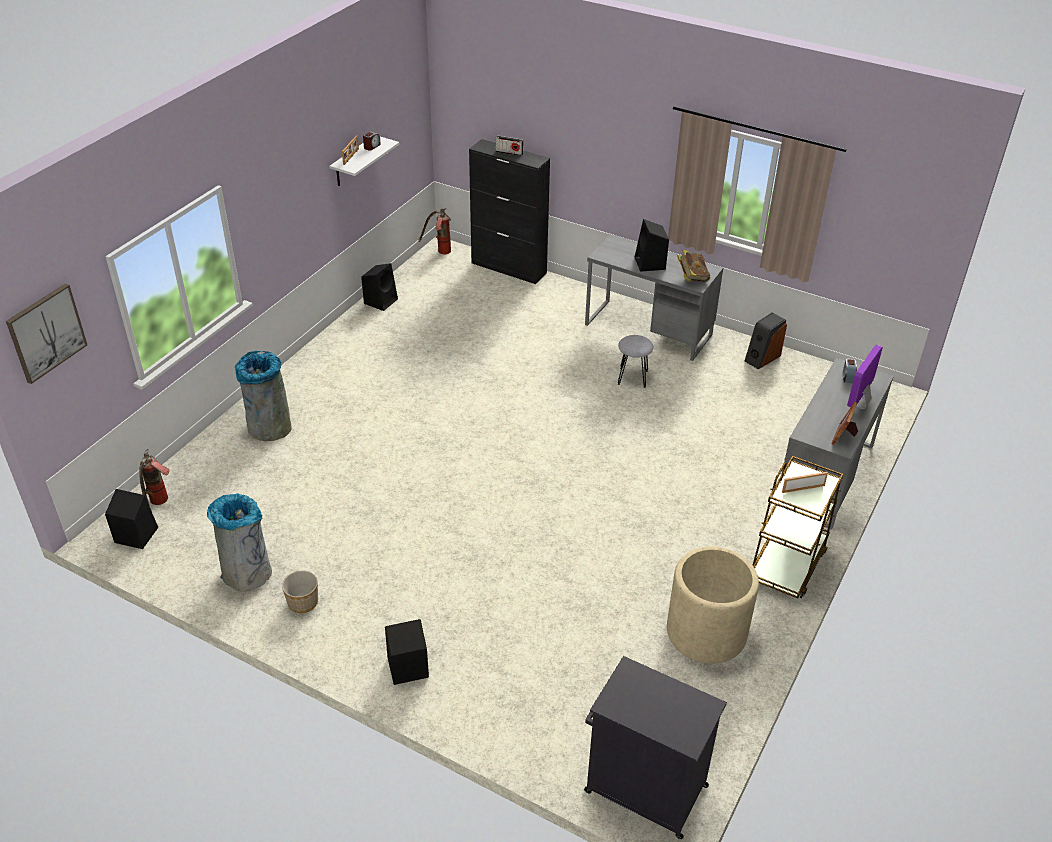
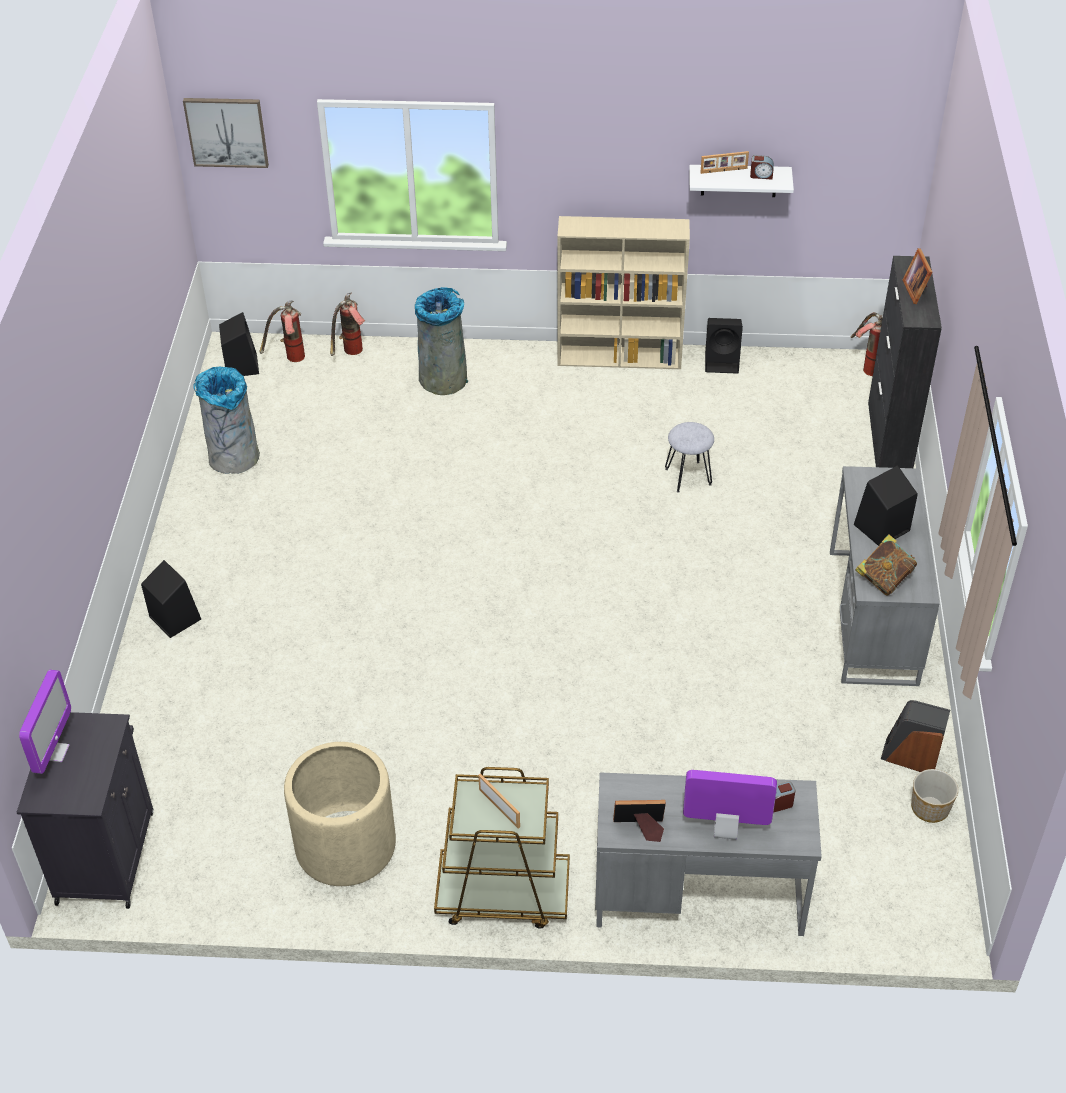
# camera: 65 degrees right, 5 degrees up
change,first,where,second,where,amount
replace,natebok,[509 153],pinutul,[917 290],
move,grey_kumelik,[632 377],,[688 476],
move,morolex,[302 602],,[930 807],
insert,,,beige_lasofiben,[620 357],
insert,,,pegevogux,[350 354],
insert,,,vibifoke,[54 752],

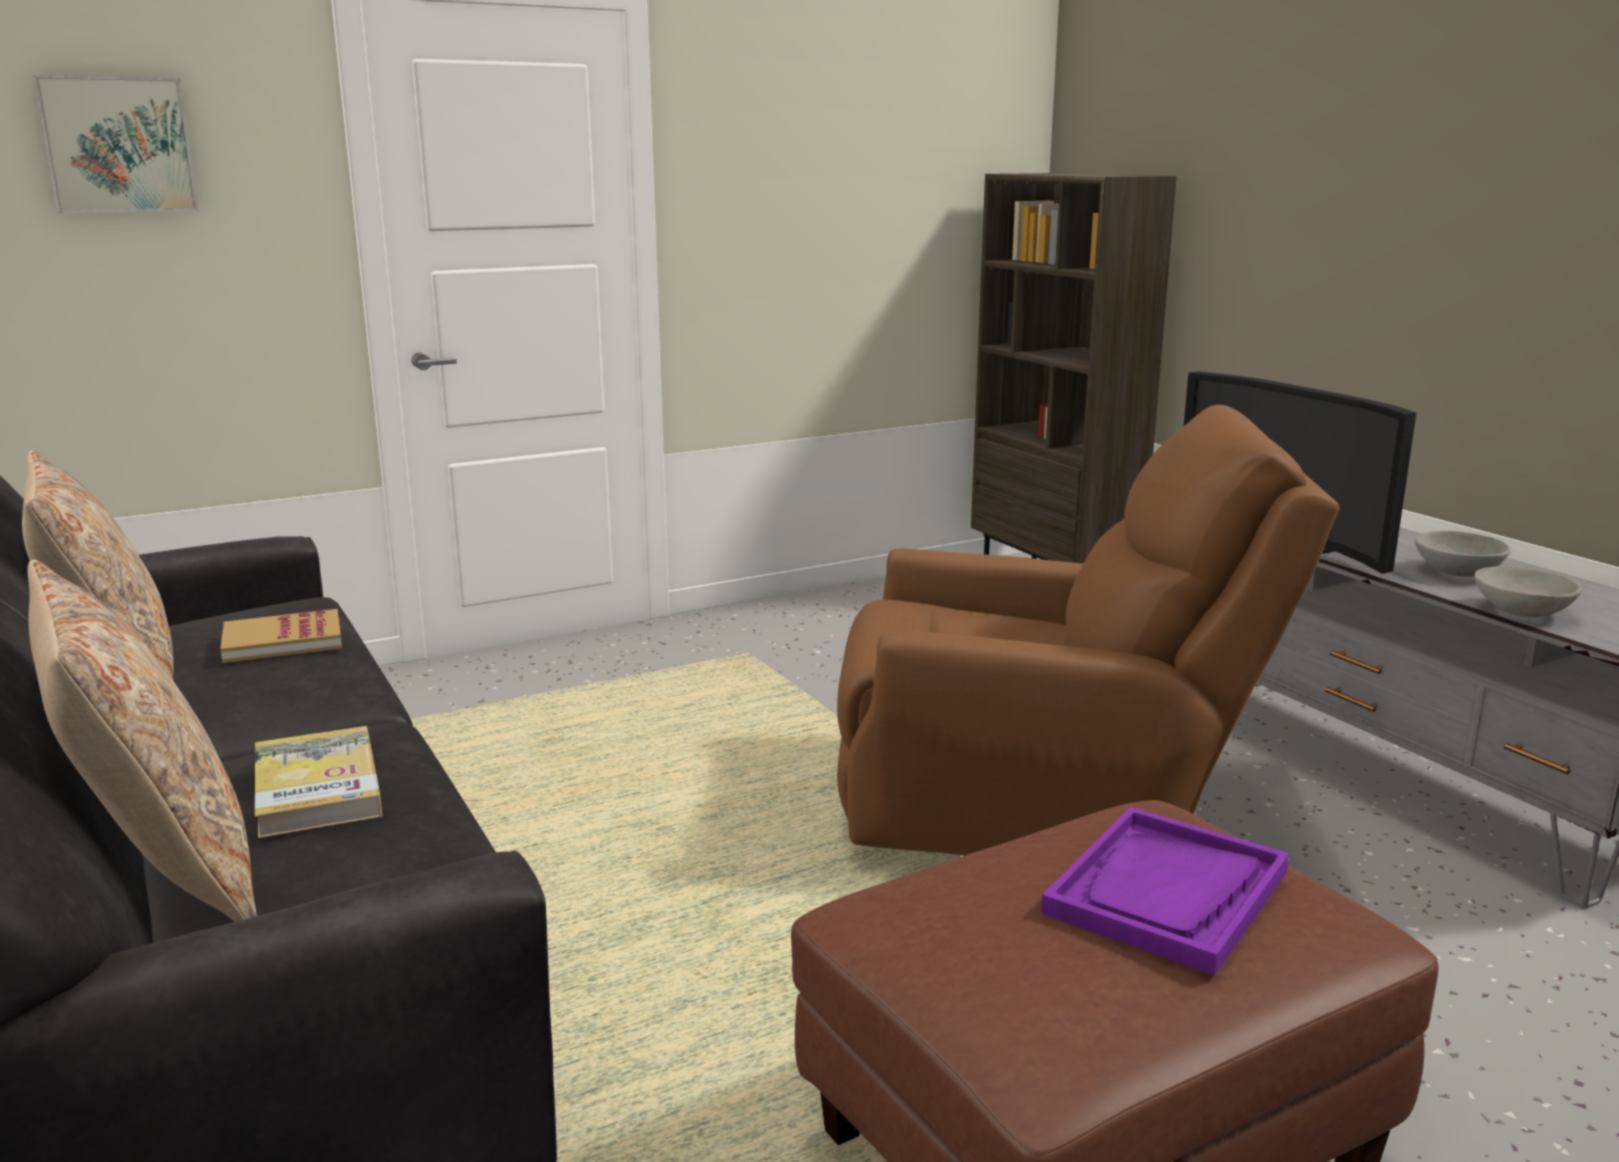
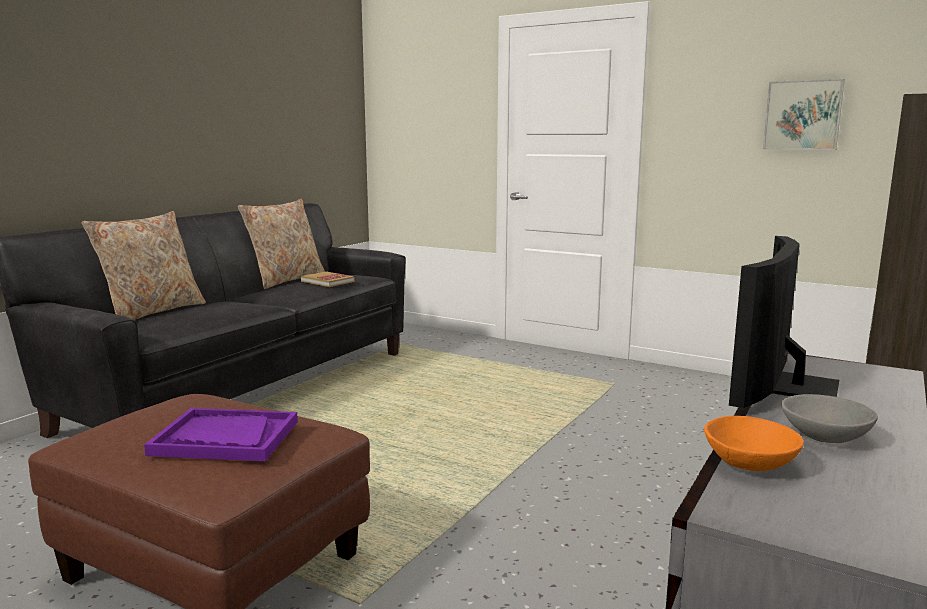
# camera: 60 degrees right, 5 degrees down
change,first,where,second,where,amount
move,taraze,[118 145],,[803 115],
delete,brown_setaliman,[1044 805],,,
recolor,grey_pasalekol,[1521 612],orange_pasalekol,[749 463],
delete,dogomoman,[317 788],,,

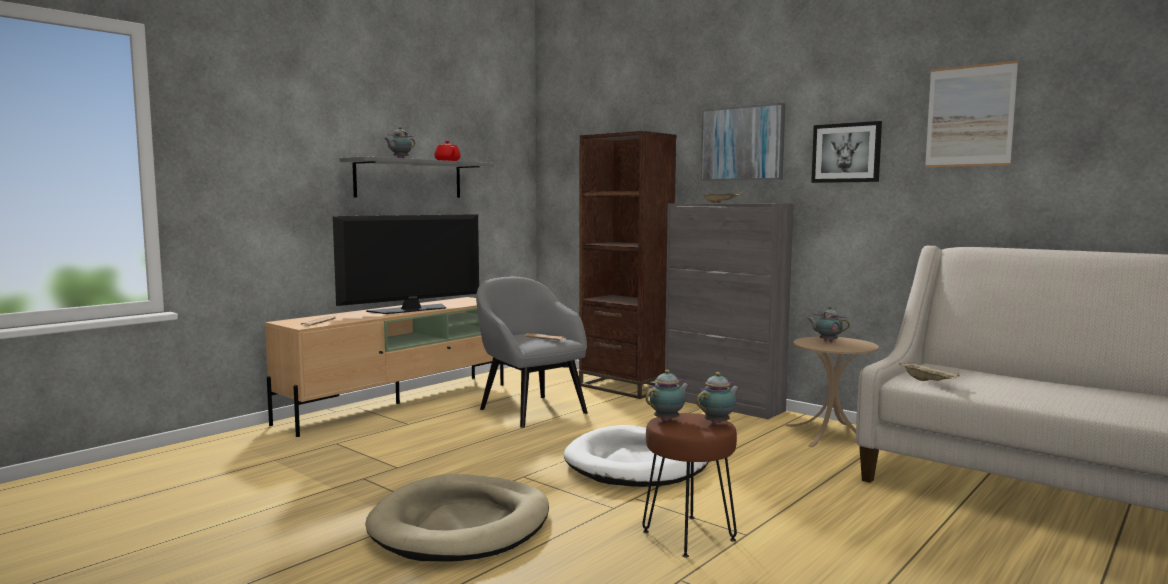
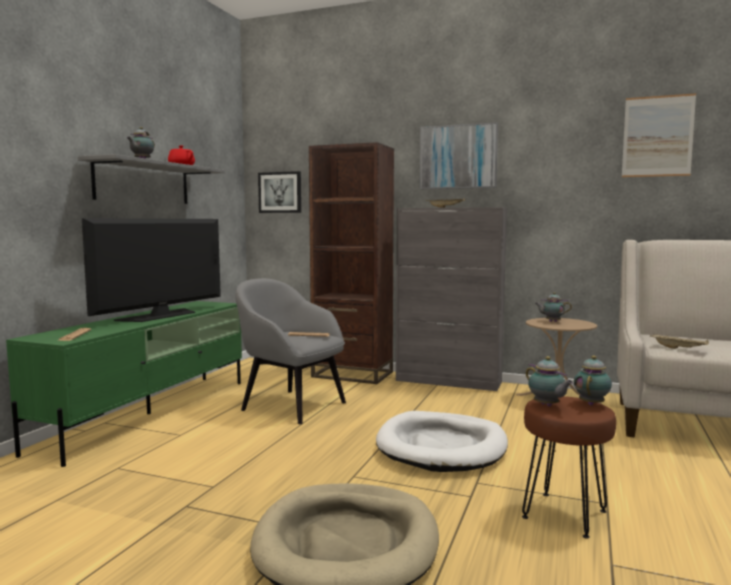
# camera: 20 degrees left, 0 degrees up
change,first,where,second,where,amount
move,taraze,[846 153],,[280 192],
recolor,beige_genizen,[399 403],green_genizen,[150 413],
rotate,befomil,[668 420],,[547 406],120 degrees clockwise

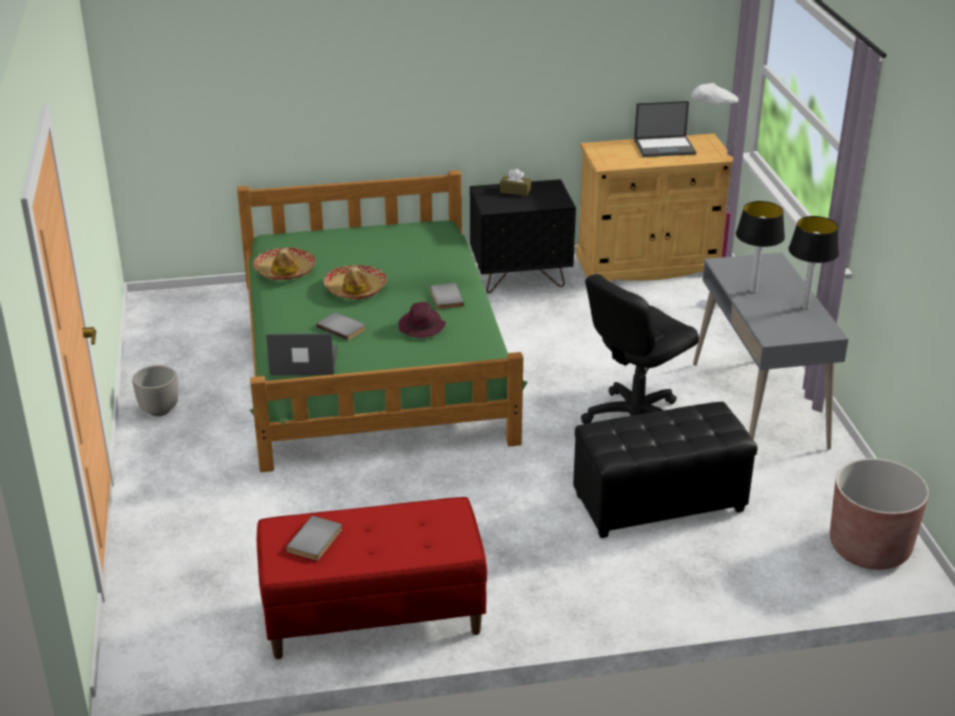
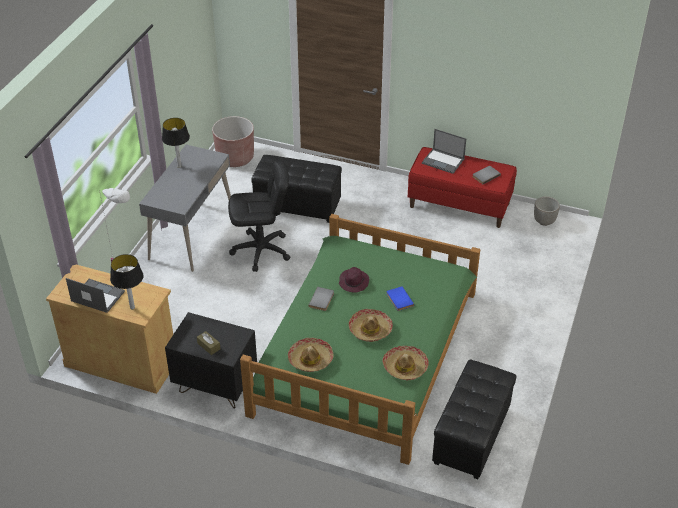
# camera: 150 degrees left, 10 degrees up
change,first,where,second,where,amount
move,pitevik,[753 290],,[132 308],
recolor,grey_dogomoman,[342 327],blue_dogomoman,[399 300],
move,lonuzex,[303 362],,[443 161],
move,morolex,[159 410],,[544 222],
insert,,,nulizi,[310 359],
insert,,,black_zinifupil,[472 436],

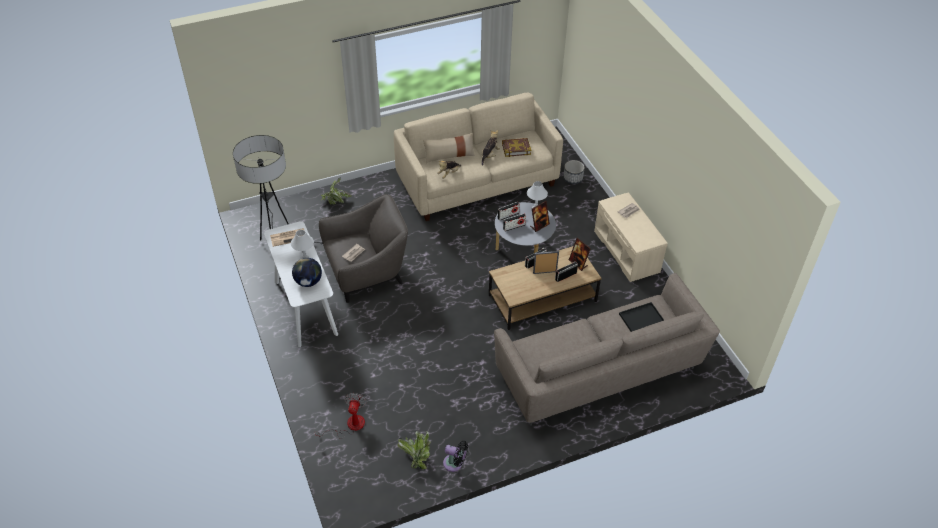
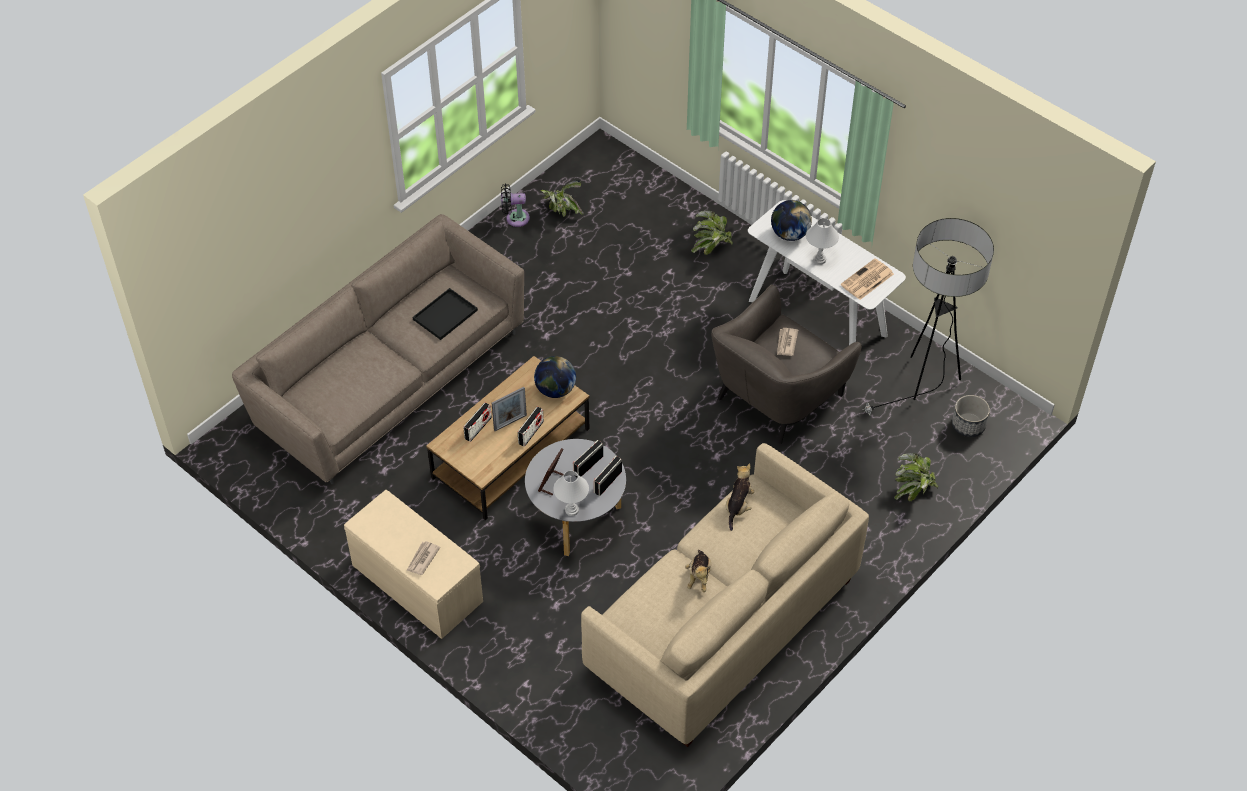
# camera: 155 degrees right, 5 degrees up
change,first,where,second,where,amount
delete,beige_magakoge,[449 155],,,
delete,dogomoman,[516 149],,,
move,morolex,[572 178],,[968 425],
delete,pinutul,[578 263],,,
move,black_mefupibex,[642 318],,[444 316],
delete,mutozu,[349 426],,,
insert,,,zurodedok,[711 245],
insert,,,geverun,[555 390],

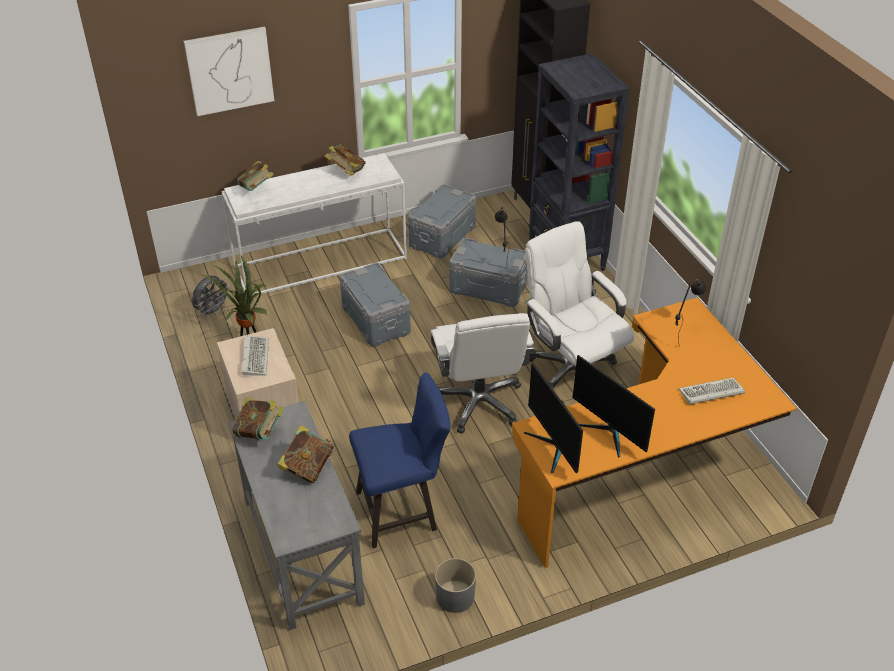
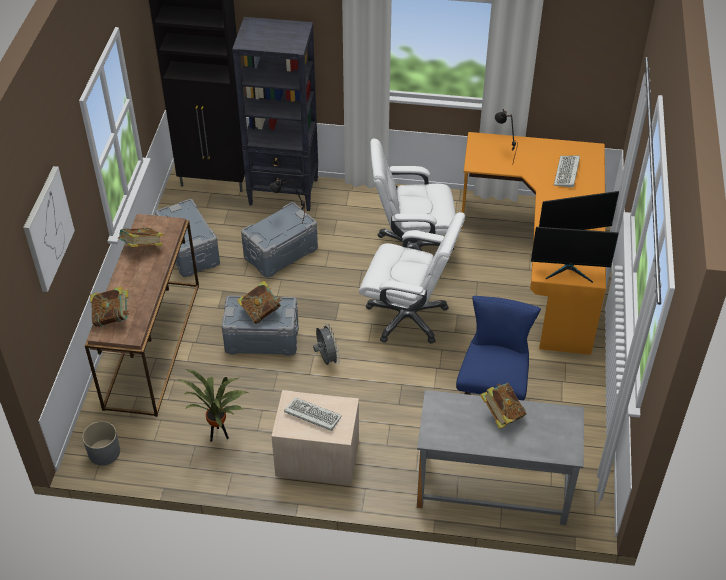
# camera: 60 degrees left, 5 degrees up
change,first,where,second,where,amount
recolor,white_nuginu,[321 262],brown_nuginu,[152 344],
move,grey_mutozu,[213 311],,[326 359],
move,dogomoman,[260 432],,[260 312],
move,grey_morolex,[455 596],,[104 452],

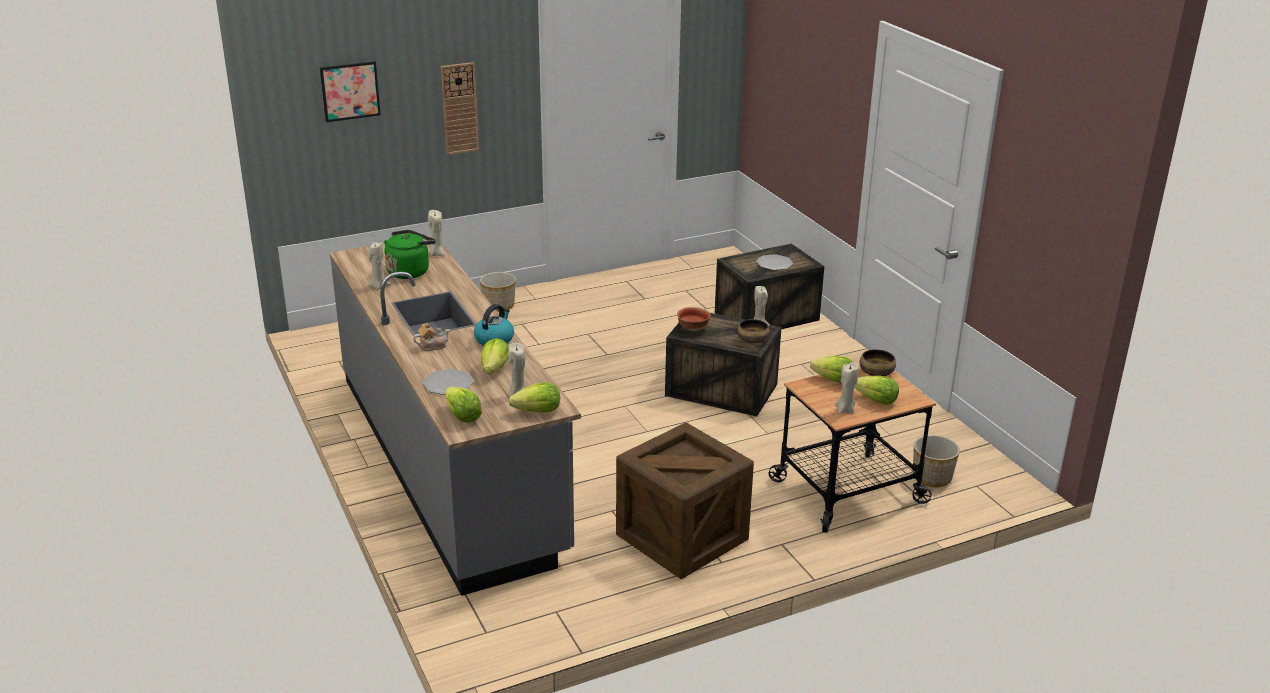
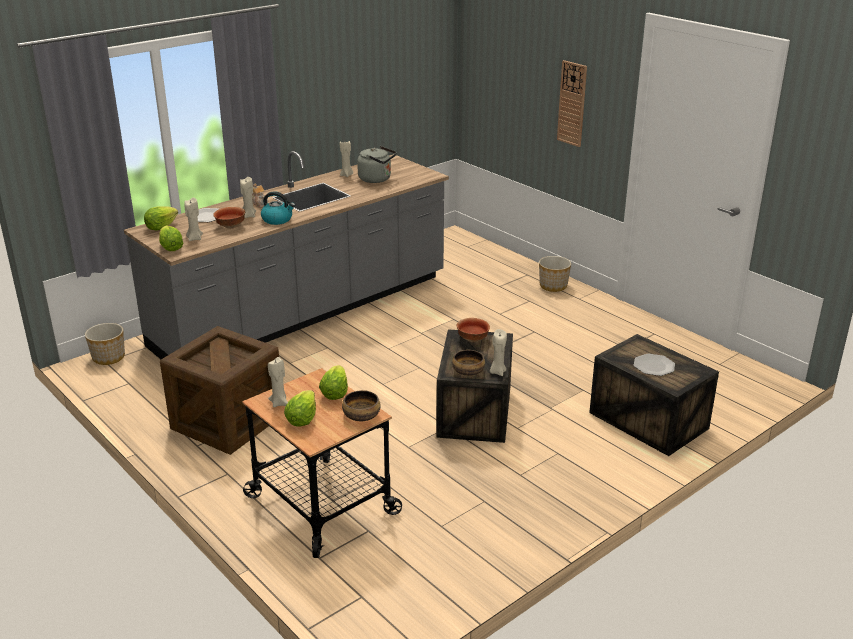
# camera: 75 degrees right, 0 degrees up
change,first,where,second,where,amount
delete,taraze,[350 91],,,
move,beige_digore,[437 254],,[248 216],
recolor,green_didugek,[410 271],grey_didugek,[377 179],
replace,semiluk,[495 369],pasalekol,[231 226],
move,morolex,[932 478],,[108 357],

